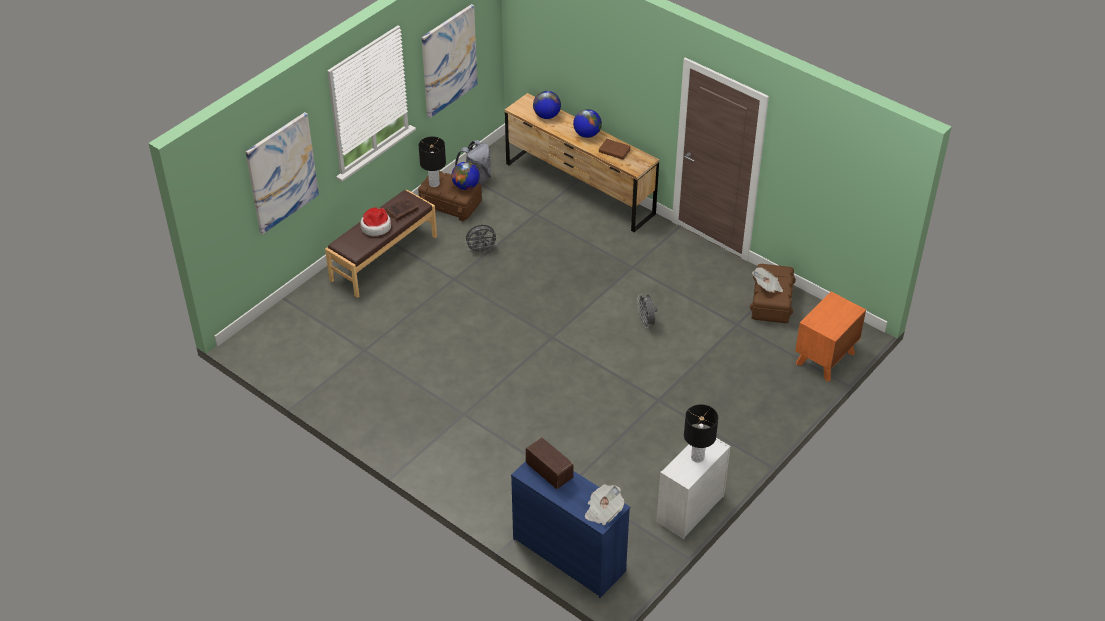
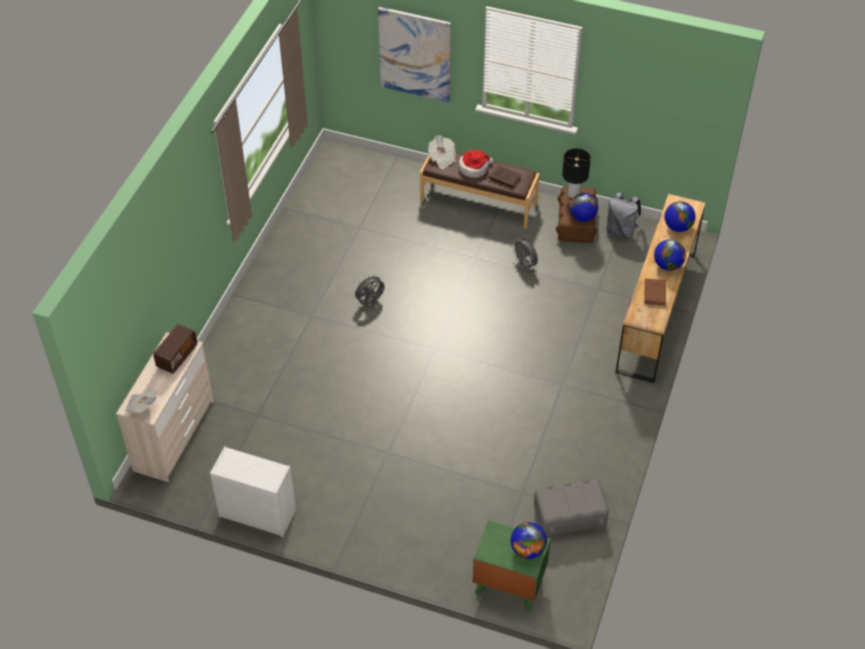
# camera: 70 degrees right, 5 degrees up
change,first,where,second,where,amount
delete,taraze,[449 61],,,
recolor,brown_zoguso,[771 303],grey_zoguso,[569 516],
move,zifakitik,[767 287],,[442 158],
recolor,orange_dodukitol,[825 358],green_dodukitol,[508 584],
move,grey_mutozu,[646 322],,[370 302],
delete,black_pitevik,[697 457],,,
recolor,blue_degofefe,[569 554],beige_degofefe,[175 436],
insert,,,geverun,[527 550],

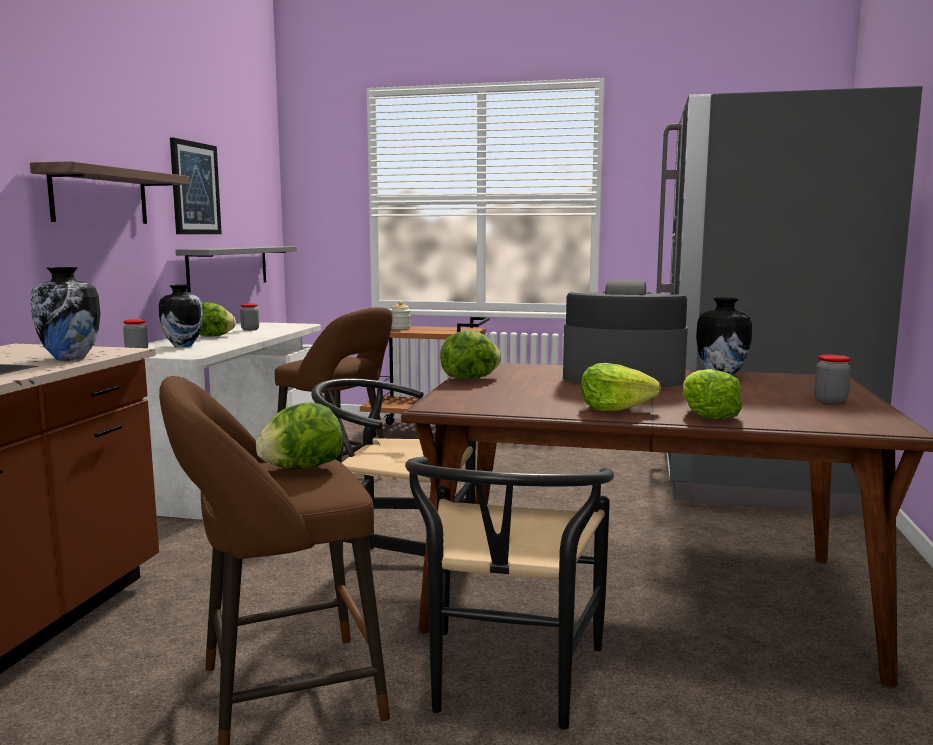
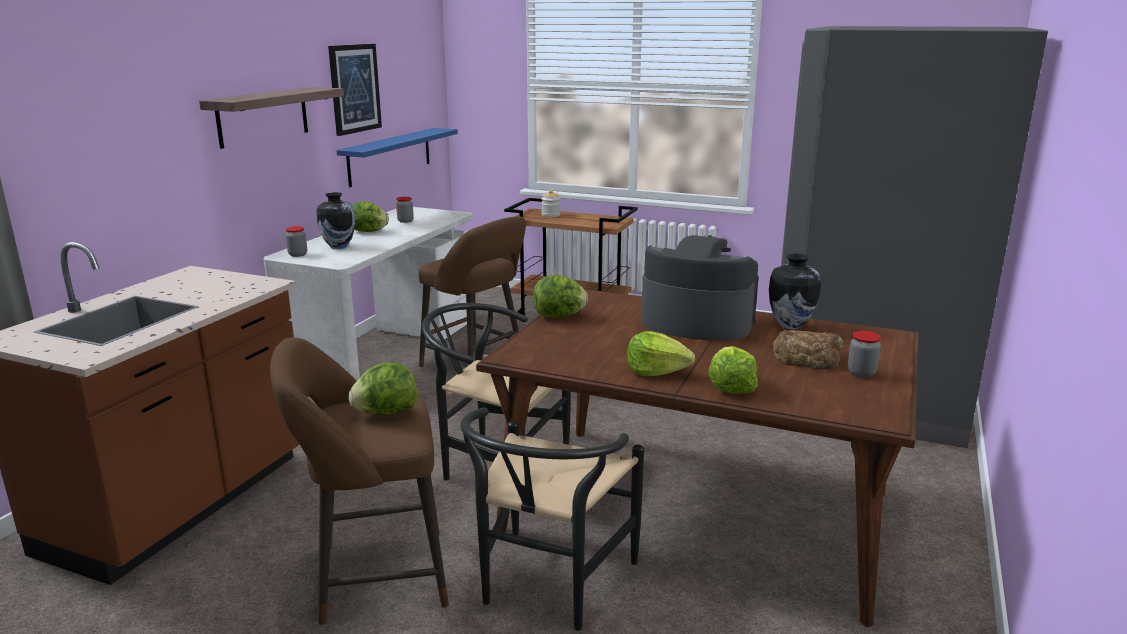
# camera: 10 degrees right, 10 degrees up
change,first,where,second,where,amount
recolor,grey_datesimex,[228 267],blue_datesimex,[390 156],
delete,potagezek,[71 358],,,
insert,,,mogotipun,[806 357],

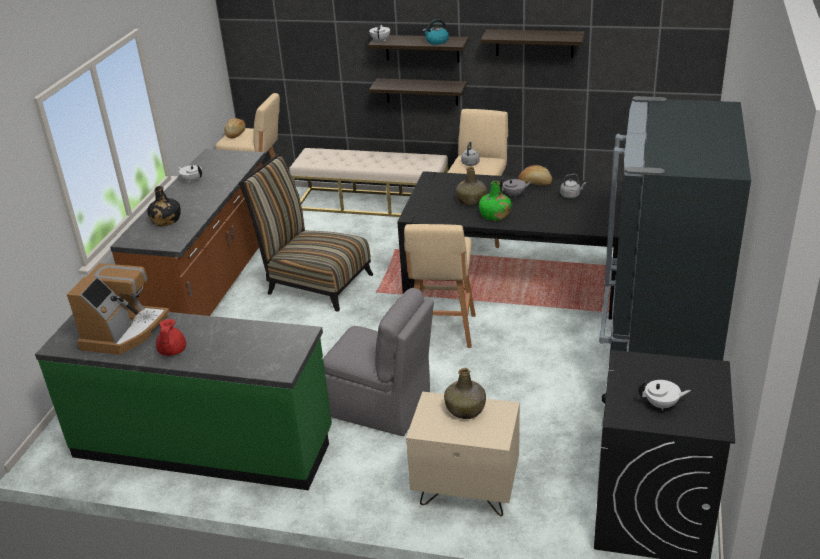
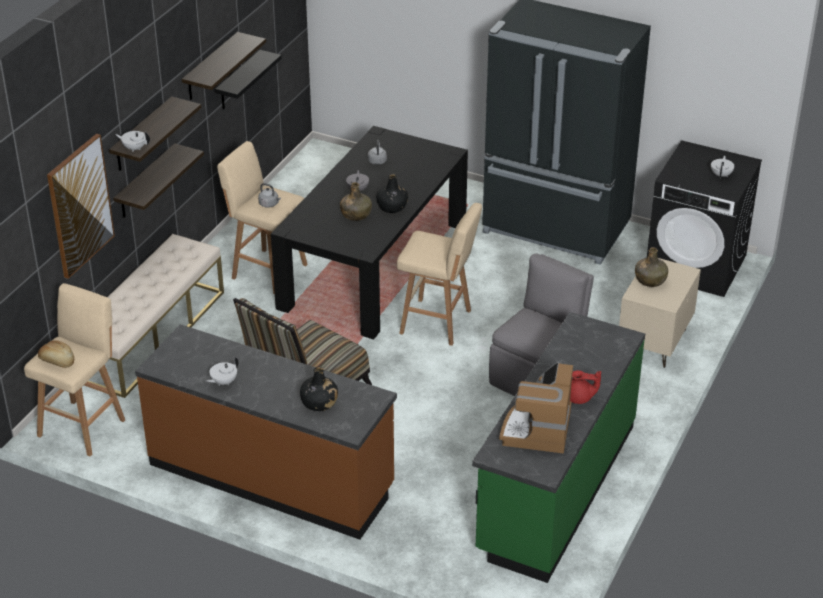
# camera: 80 degrees left, 5 degrees up
change,first,where,second,where,amount
delete,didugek,[436 41],,,
delete,mogotipun,[535 183],,,
recolor,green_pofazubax,[495 215],black_pofazubax,[392 207],
rotate,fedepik,[124 332],,[537 428],105 degrees counterclockwise
insert,,,black_datesimex,[238 81],
insert,,,taraze,[80 205],

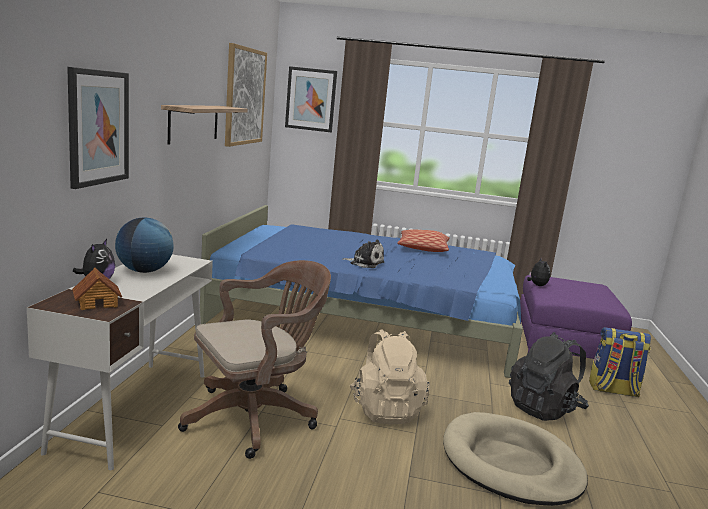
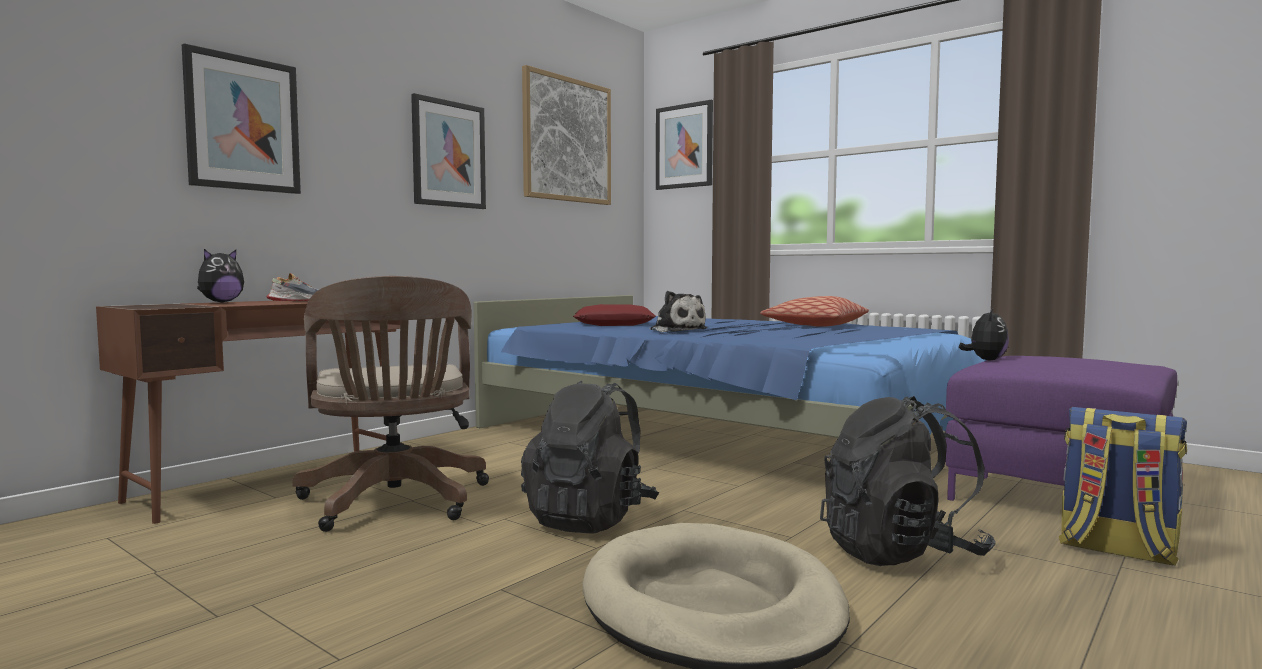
# camera: 30 degrees right, 10 degrees down
change,first,where,second,where,amount
replace,datesimex,[194 123],taraze,[448 154],
replace,geverun,[144 271],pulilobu,[297 300],
recolor,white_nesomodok,[134 409],brown_nesomodok,[273 482],
rotate,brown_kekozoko,[255 417],,[395 503],75 degrees clockwise
delete,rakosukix,[97 303],,,
recolor,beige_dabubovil,[385 409],black_dabubovil,[590 519],
insert,,,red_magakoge,[613 324],

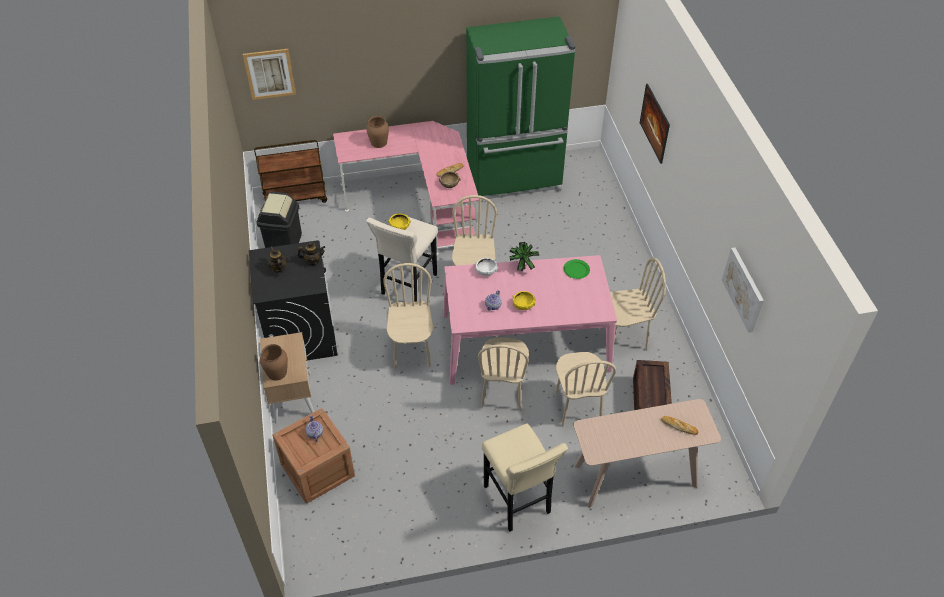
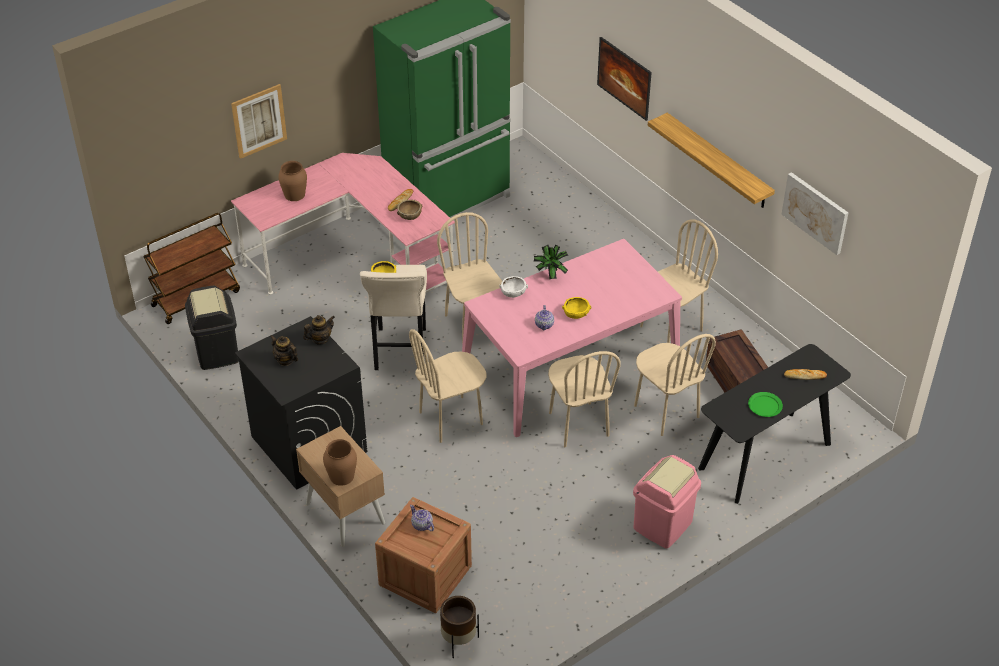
# camera: 25 degrees left, 5 degrees down
change,first,where,second,where,amount
move,taraze,[269 74],,[259 121],
move,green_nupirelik,[576 270],,[765 406],
rotate,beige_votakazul,[412 352],,[451 418],90 degrees counterclockwise
recolor,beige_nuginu,[635 476],black_nuginu,[765 457],
replace,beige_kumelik,[518 502],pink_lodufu,[663 525],
insert,,,datesimex,[718 161],
insert,,,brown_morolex,[458 641],

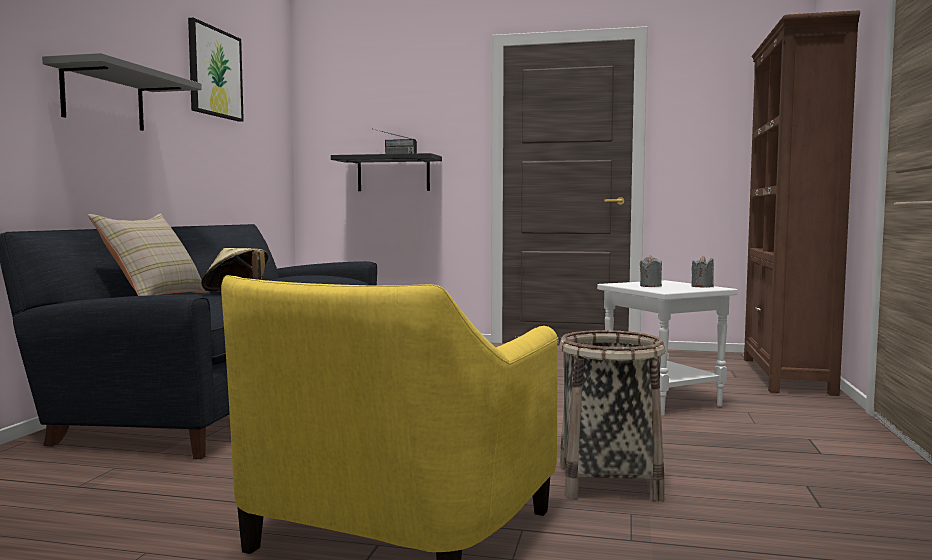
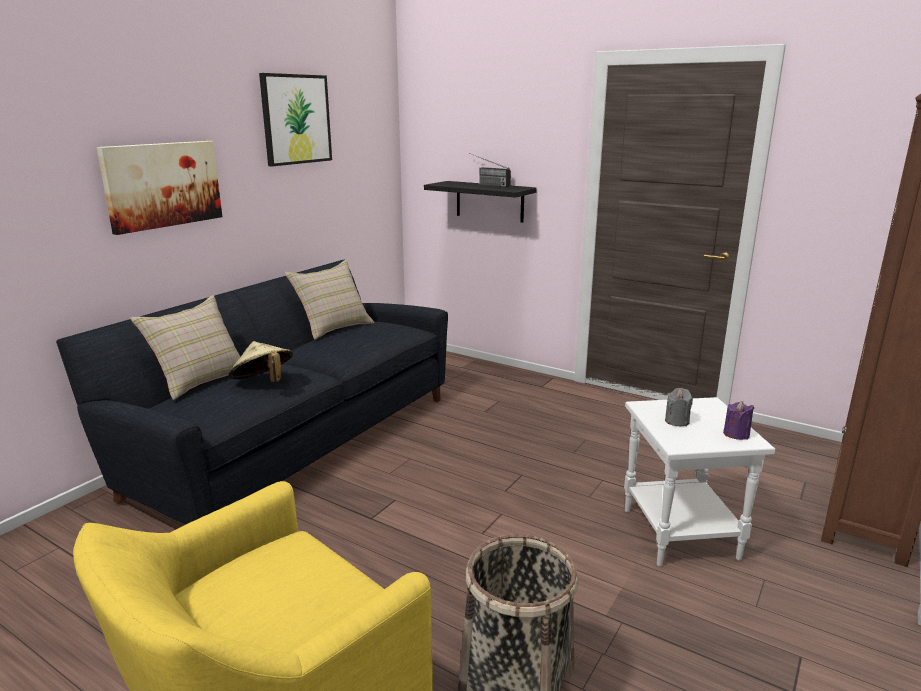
# camera: 20 degrees right, 15 degrees up
change,first,where,second,where,amount
replace,grey_datesimex,[103 98],taraze,[162 185],
recolor,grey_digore,[702 287],purple_digore,[736 434],
insert,,,beige_magakoge,[333 327],

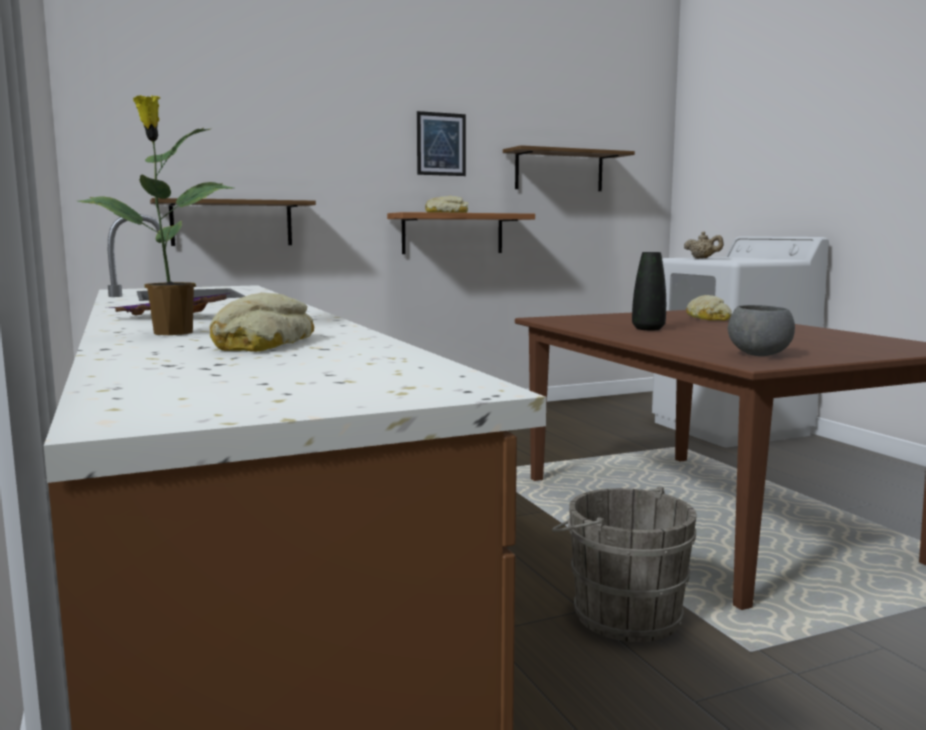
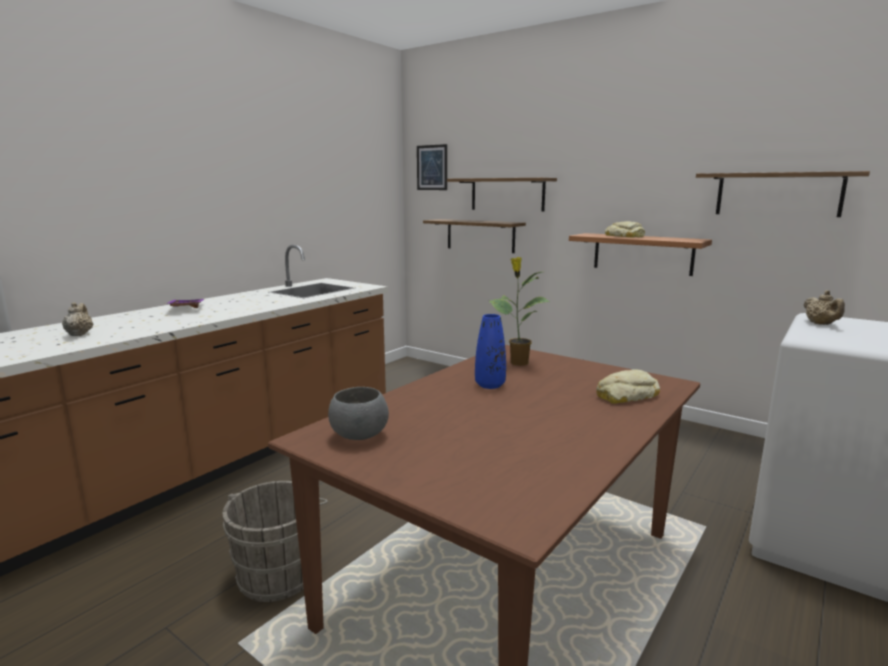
# camera: 60 degrees right, 5 degrees up
change,first,where,second,where,amount
move,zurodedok,[171 333],,[518 363],
move,taraze,[441 144],,[432 167],
recolor,black_potagezek,[648 329],blue_potagezek,[490 385],
replace,mogotipun,[260 343],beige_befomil,[79 334],
insert,,,datesimex,[507 194],

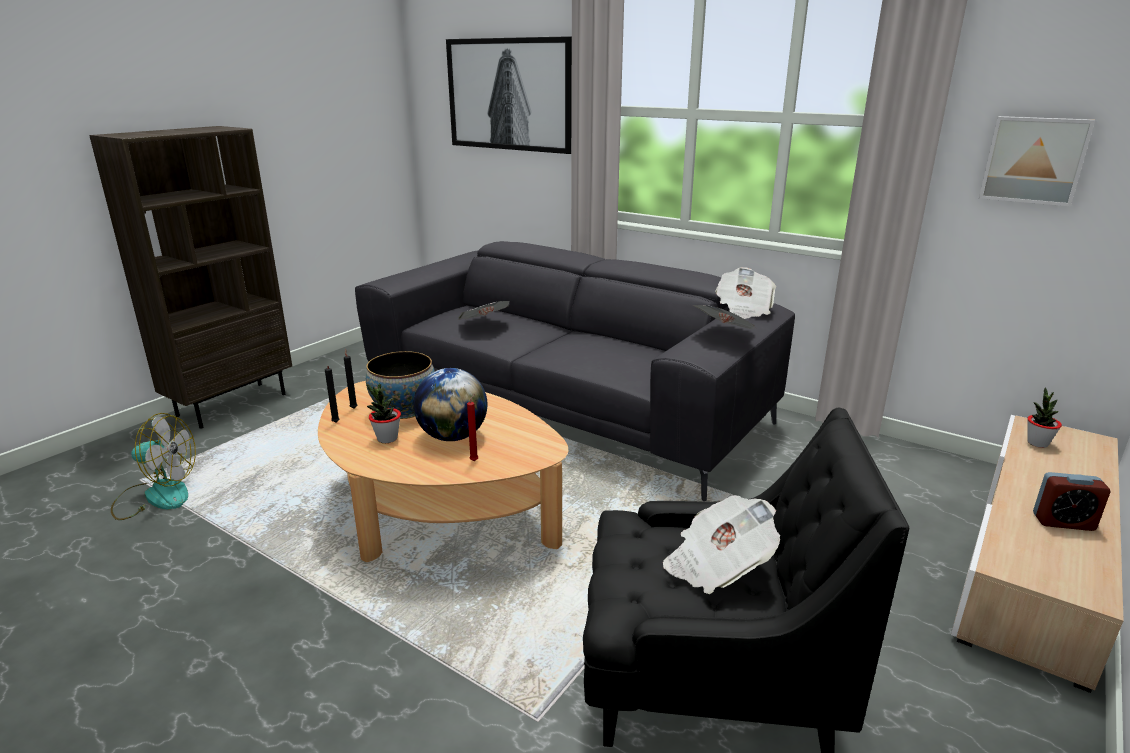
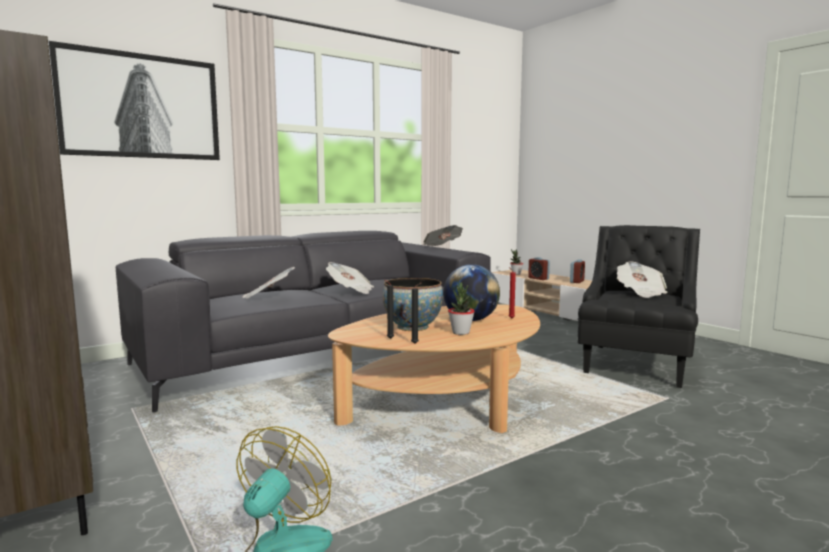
# camera: 70 degrees left, 15 degrees down
change,first,where,second,where,amount
delete,taraze,[1034 160],,,
move,zifakitik,[743 310],,[350 291],
insert,,,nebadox,[538 278],

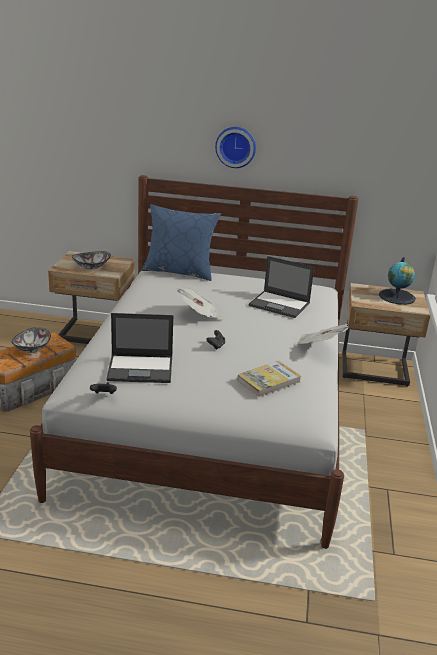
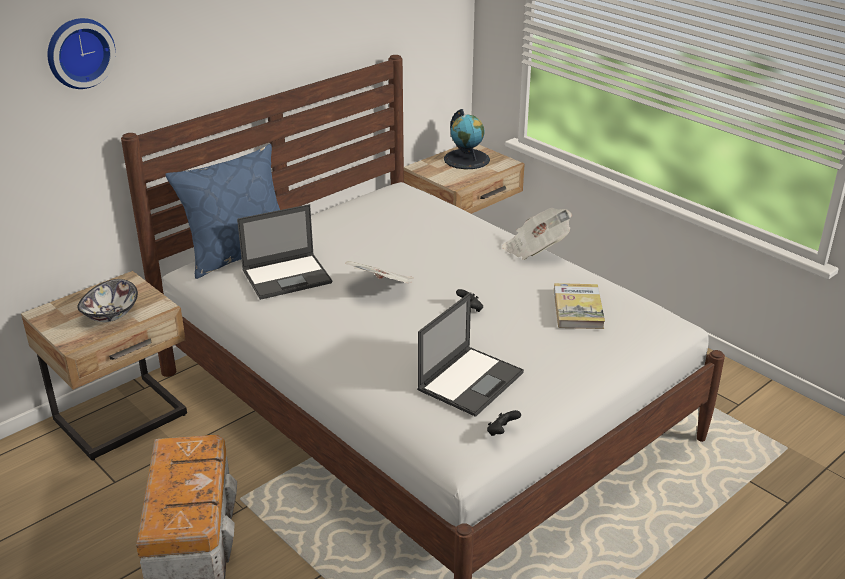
# camera: 50 degrees left, 5 degrees up
change,first,where,second,where,amount
move,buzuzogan,[236 146],,[79 52],
move,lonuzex,[280 304],,[288 276],
delete,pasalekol,[32 349],,,

